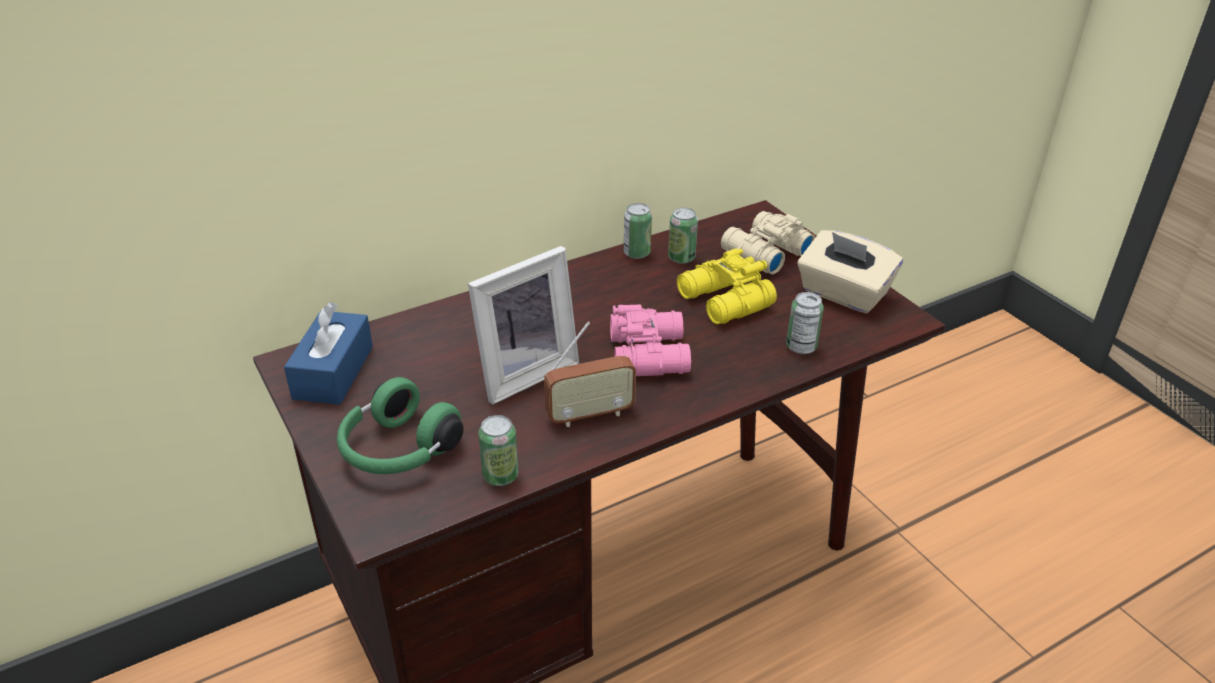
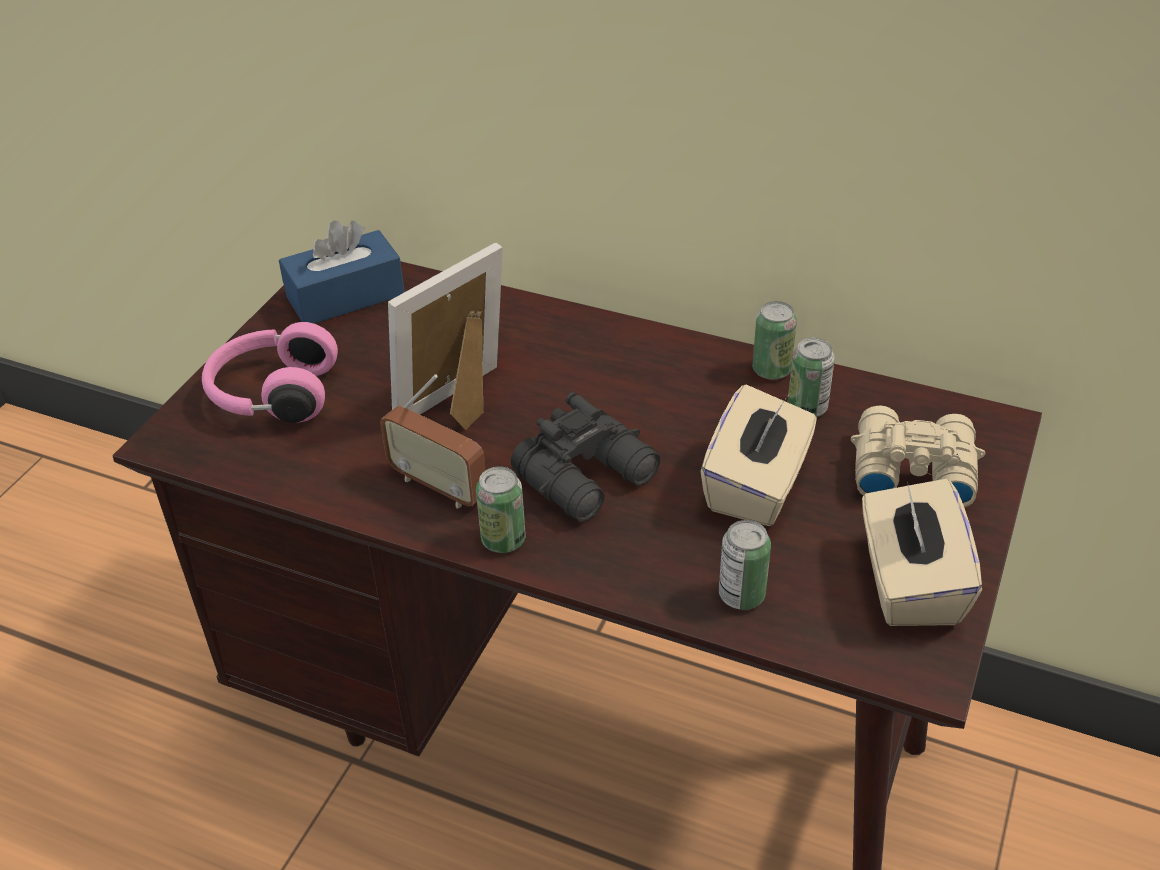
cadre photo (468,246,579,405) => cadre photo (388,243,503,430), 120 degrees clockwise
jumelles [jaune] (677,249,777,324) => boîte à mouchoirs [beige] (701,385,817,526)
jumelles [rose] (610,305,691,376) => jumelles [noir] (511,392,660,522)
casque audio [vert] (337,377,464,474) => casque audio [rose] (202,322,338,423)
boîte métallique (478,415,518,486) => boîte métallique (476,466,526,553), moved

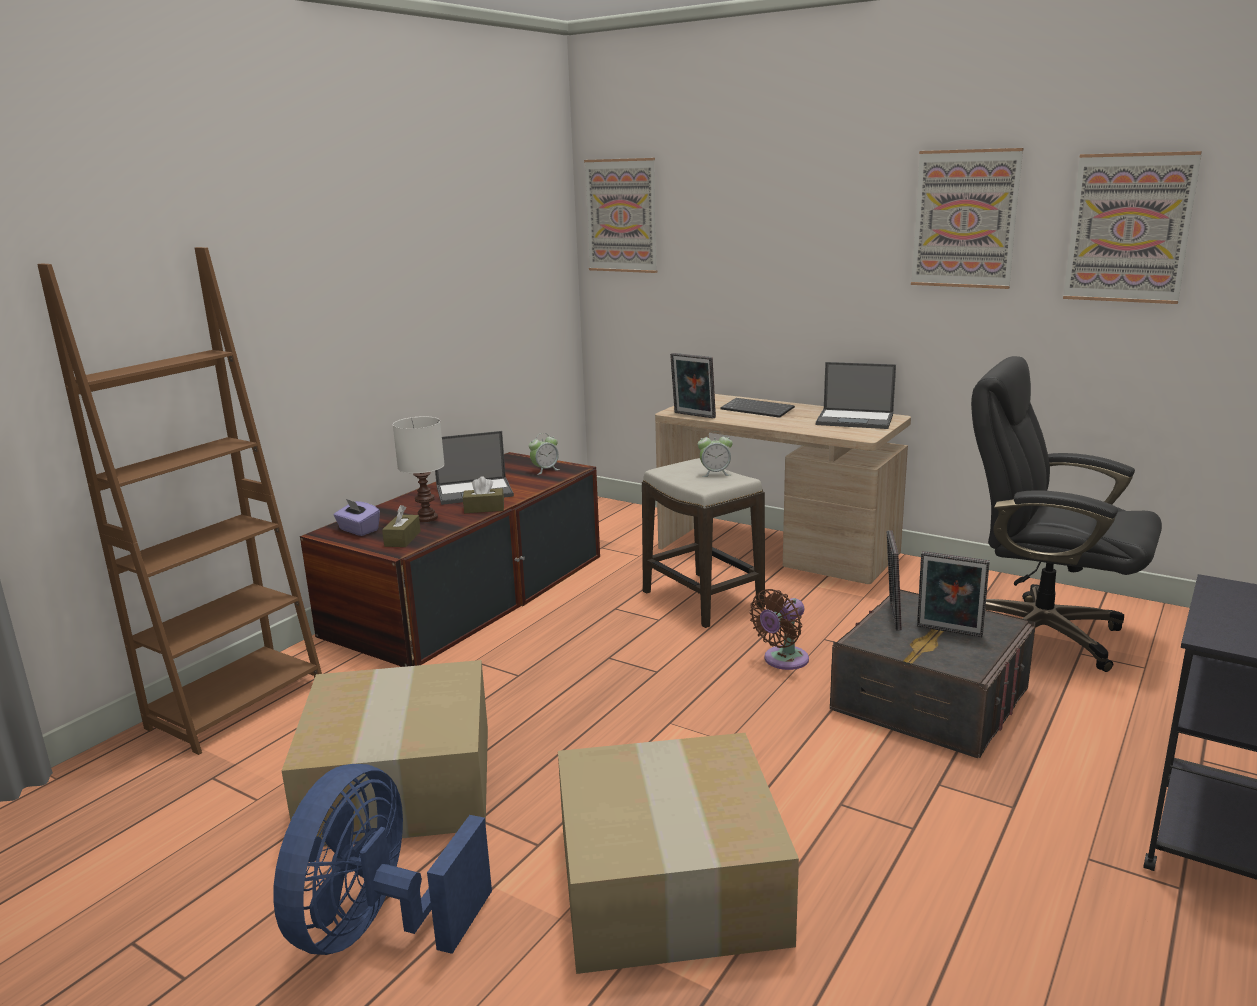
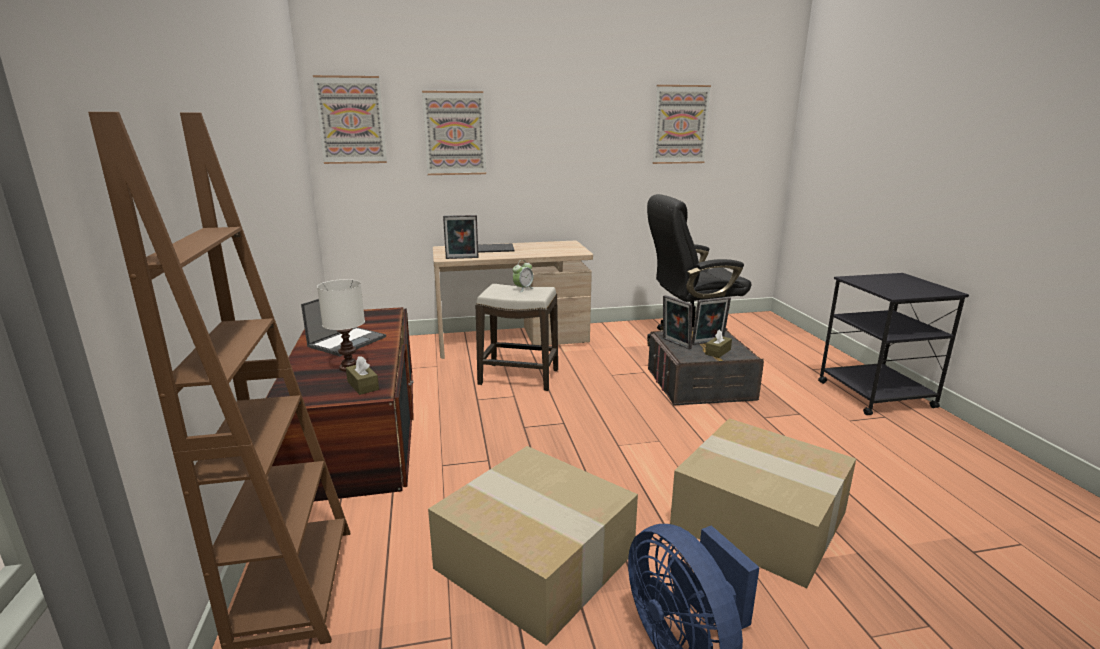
tableau (911,148,1023,289) => tableau (422,91,486,175), moved
ordinateur portable (816,362,896,429) => nothing
réveil (529,433,560,475) => nothing
boîte à mouchoirs [marron] (463,476,504,513) => boîte à mouchoirs [marron] (705,329,732,358), moved
boîte à mouchoirs [violet] (333,499,380,536) => nothing
ventilateur [marron] (749,589,809,670) => nothing

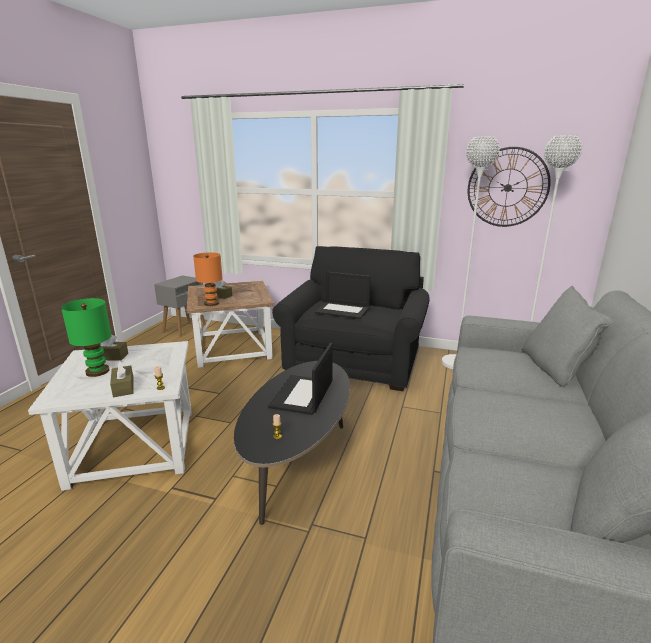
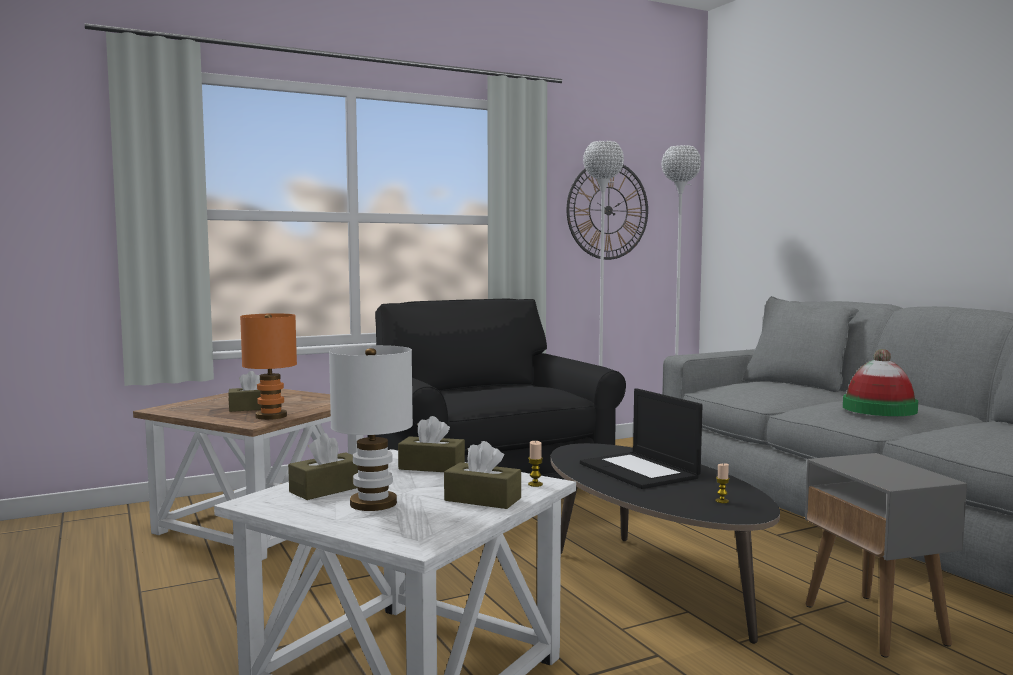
ordinateur portable (315,272,371,319) => nothing
table d'appoint [gris] (154,275,206,337) => table d'appoint [gris] (805,453,967,657), moved
lampe de table [vert] (61,298,112,377) => lampe de table [blanc] (329,345,413,511)
nothing => chapeau (843,349,918,416)
nothing => boîte à mouchoirs [marron] (398,416,465,472)

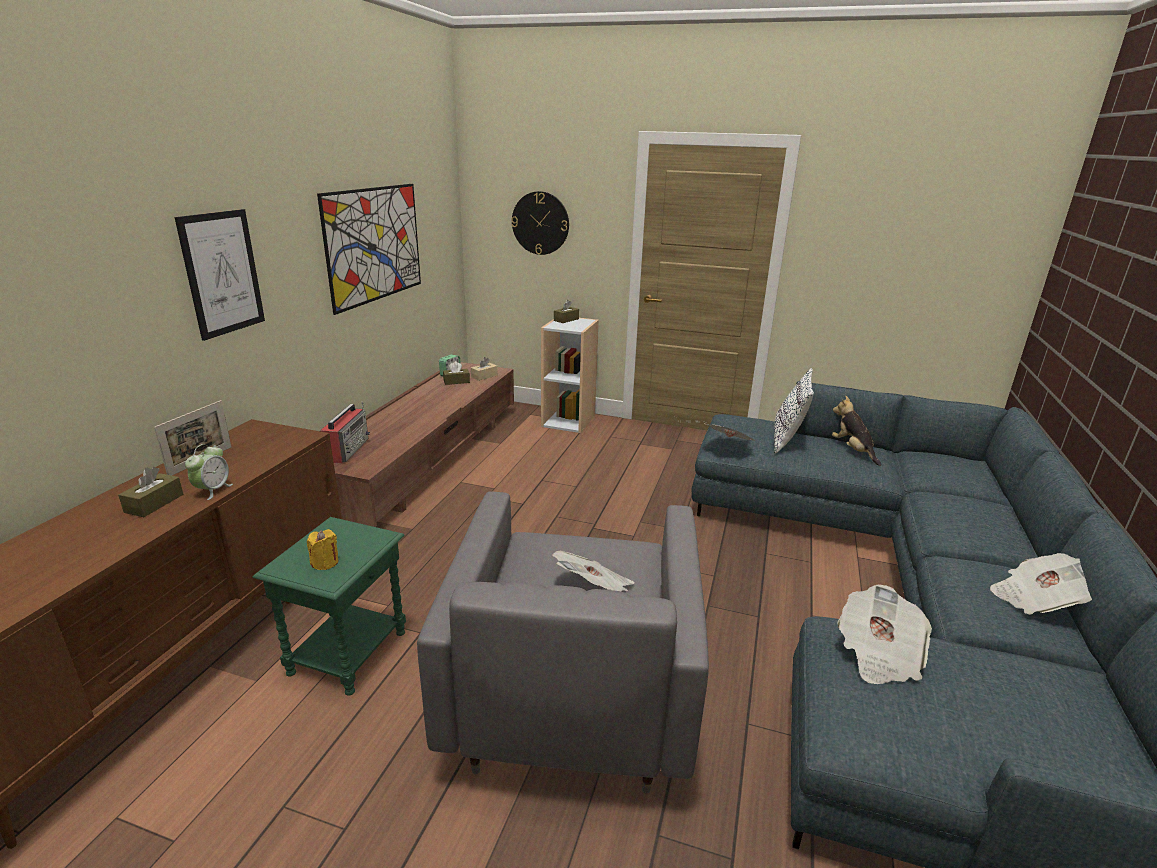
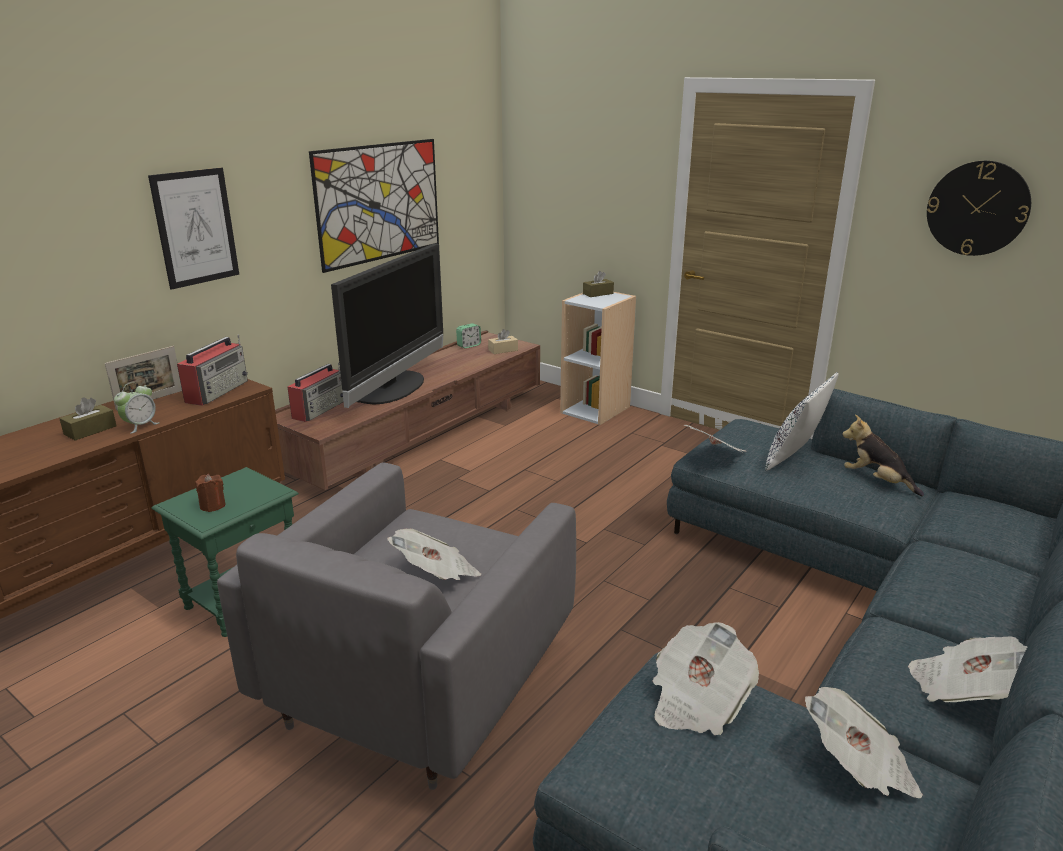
horloge murale (511,191,569,255) => horloge murale (927,161,1031,256), moved
boîte à mouchoirs [marron] (443,361,470,385) => nothing
peluche (832,396,881,466) => peluche (842,414,924,496), 45 degrees counterclockwise
bougie [jaune] (307,529,339,570) => bougie [marron] (195,474,226,512)
nothing => téléviseur (331,243,443,408)
nothing => radio (177,334,248,406)
nothing => journal (805,687,923,798)

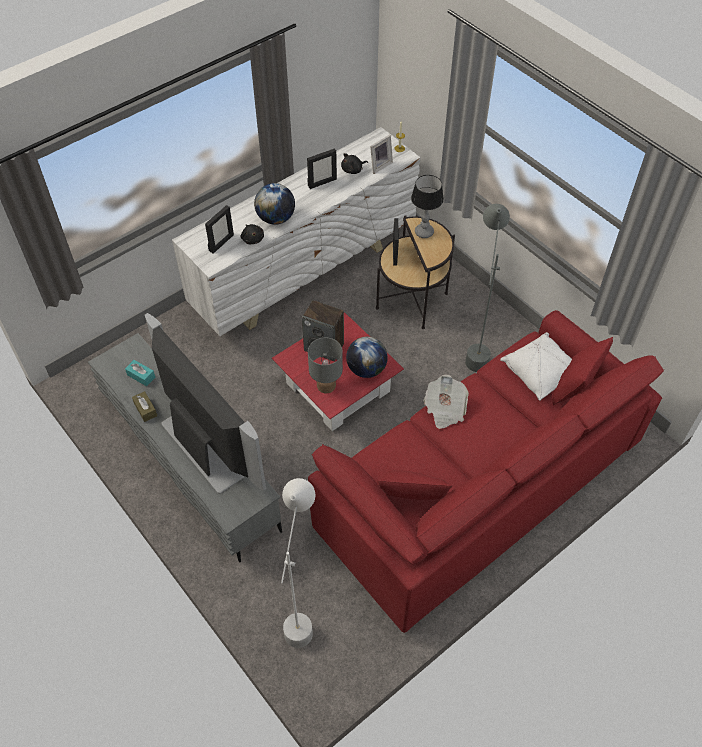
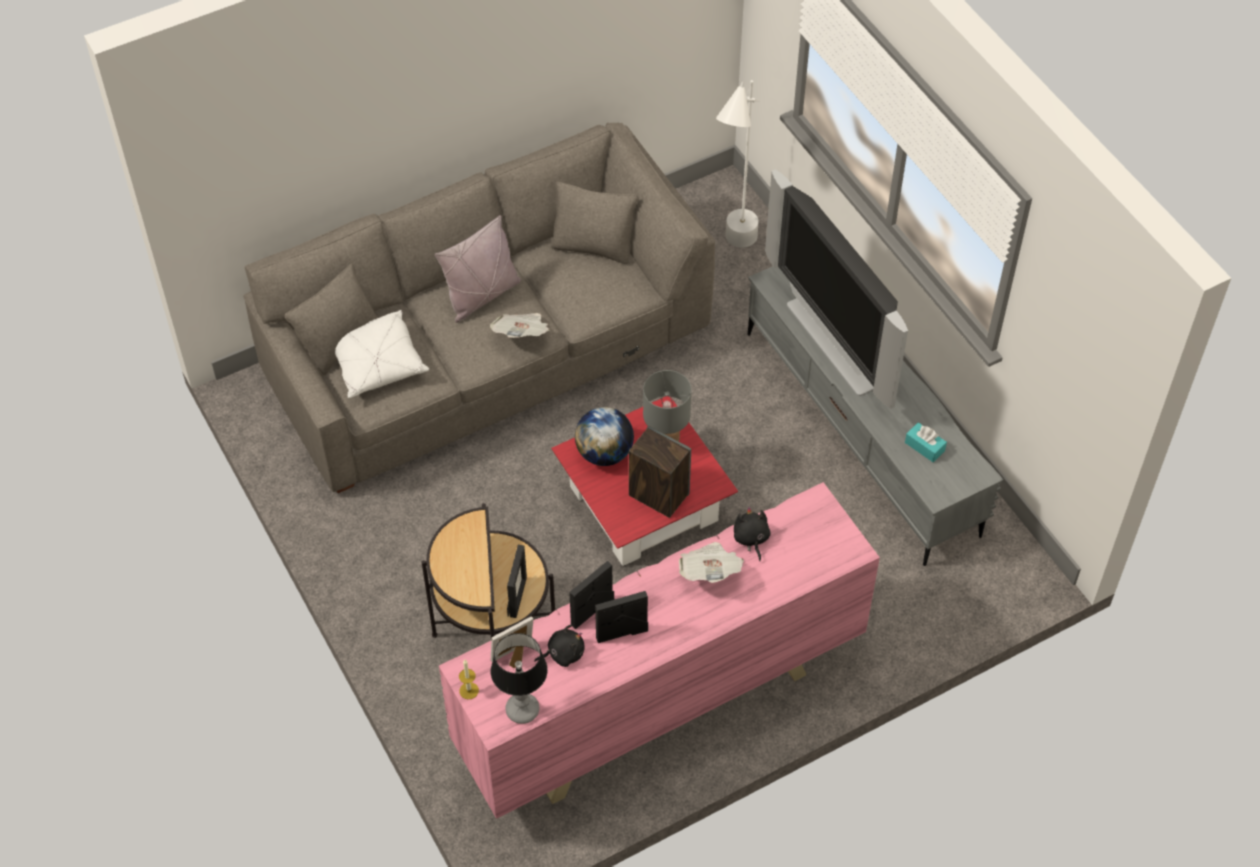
meuble de rangement [blanc] (172,127,420,336) => meuble de rangement [rose] (439,482,880,819)
lampe de table (411,175,444,238) => lampe de table (491,633,548,724), moved
globe (254,183,295,225) => journal (679,542,744,583)
lampadaire [gris] (465,204,510,372) => nothing
cadre photo (205,205,234,254) => cadre photo (569,561,614,629), moved
canapé [rouge] (308,310,664,633) => canapé [gris] (243,123,715,493)
boîte à mouchoirs [marron] (132,391,157,422) => nothing
nothing => coussin [violet] (435,215,521,323)

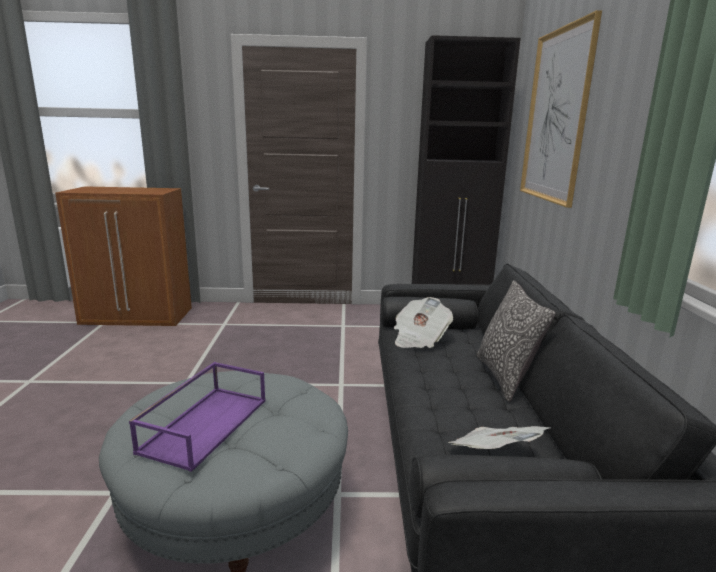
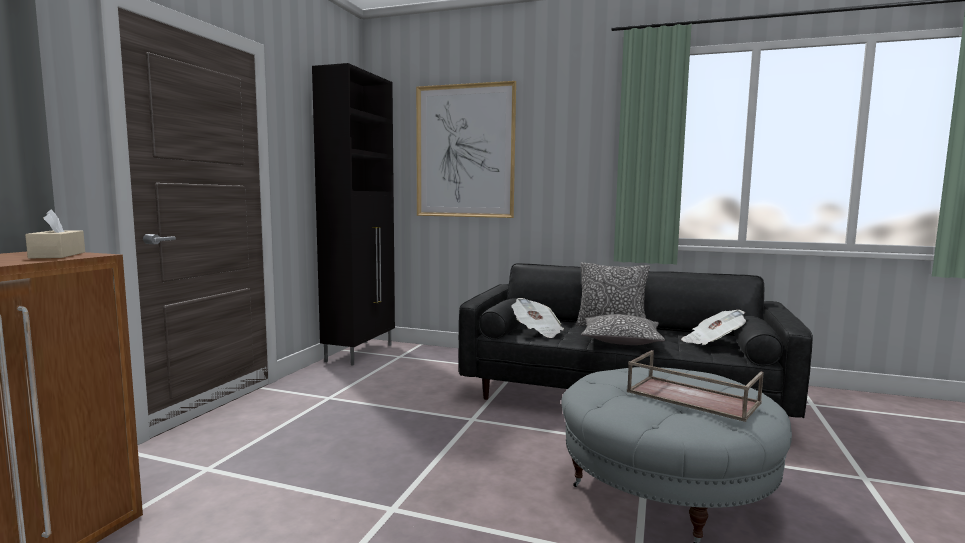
plateau [violet] (129,362,266,472) => plateau [marron] (627,350,764,422)
nothing => boîte à mouchoirs [beige] (25,210,85,258)
nothing => coussin (581,314,665,345)

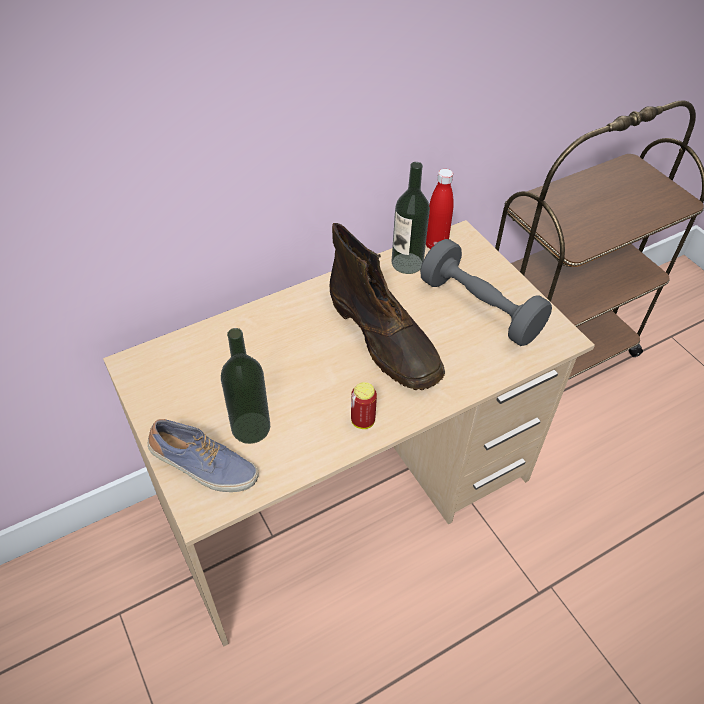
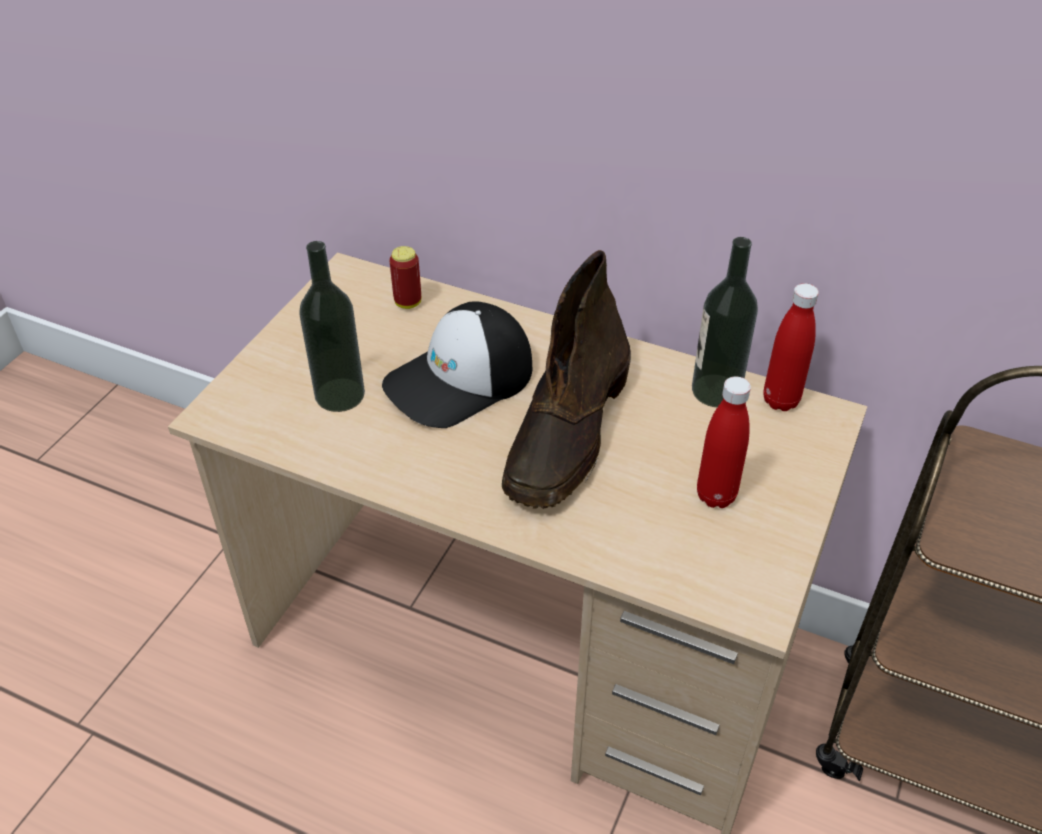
haltère [gris] (420,239,552,346) => bouteille [rouge] (697,377,751,508)
boîte métallique (351,382,377,429) => boîte métallique (389,246,421,309), moved
chaussure (148,419,259,492) => nothing
nothing => casquette (382,301,532,428)

